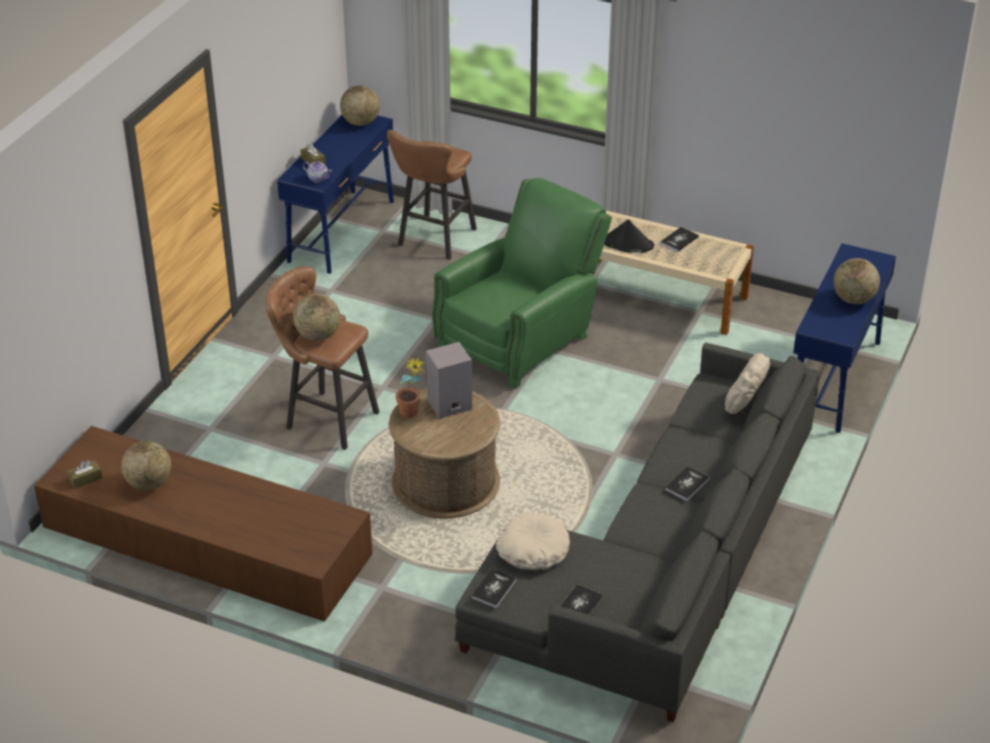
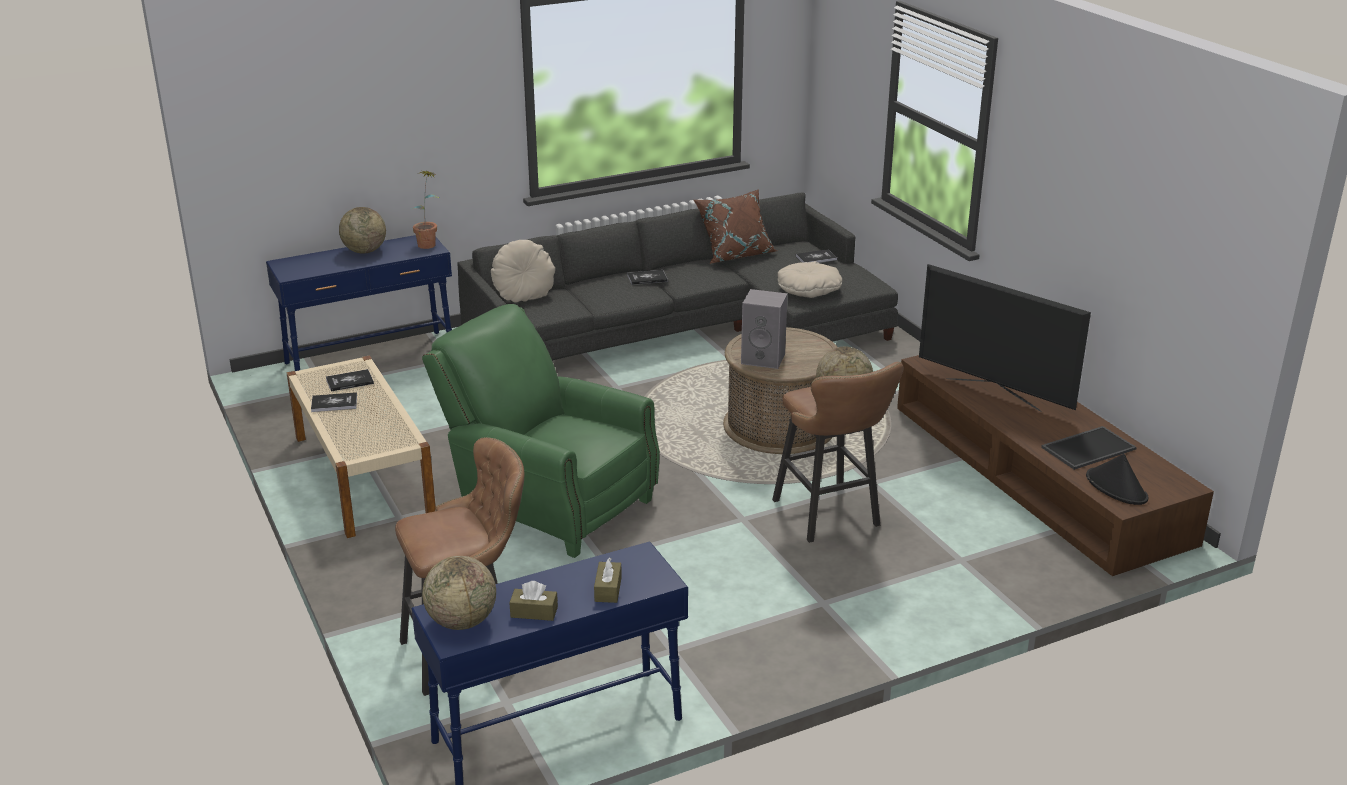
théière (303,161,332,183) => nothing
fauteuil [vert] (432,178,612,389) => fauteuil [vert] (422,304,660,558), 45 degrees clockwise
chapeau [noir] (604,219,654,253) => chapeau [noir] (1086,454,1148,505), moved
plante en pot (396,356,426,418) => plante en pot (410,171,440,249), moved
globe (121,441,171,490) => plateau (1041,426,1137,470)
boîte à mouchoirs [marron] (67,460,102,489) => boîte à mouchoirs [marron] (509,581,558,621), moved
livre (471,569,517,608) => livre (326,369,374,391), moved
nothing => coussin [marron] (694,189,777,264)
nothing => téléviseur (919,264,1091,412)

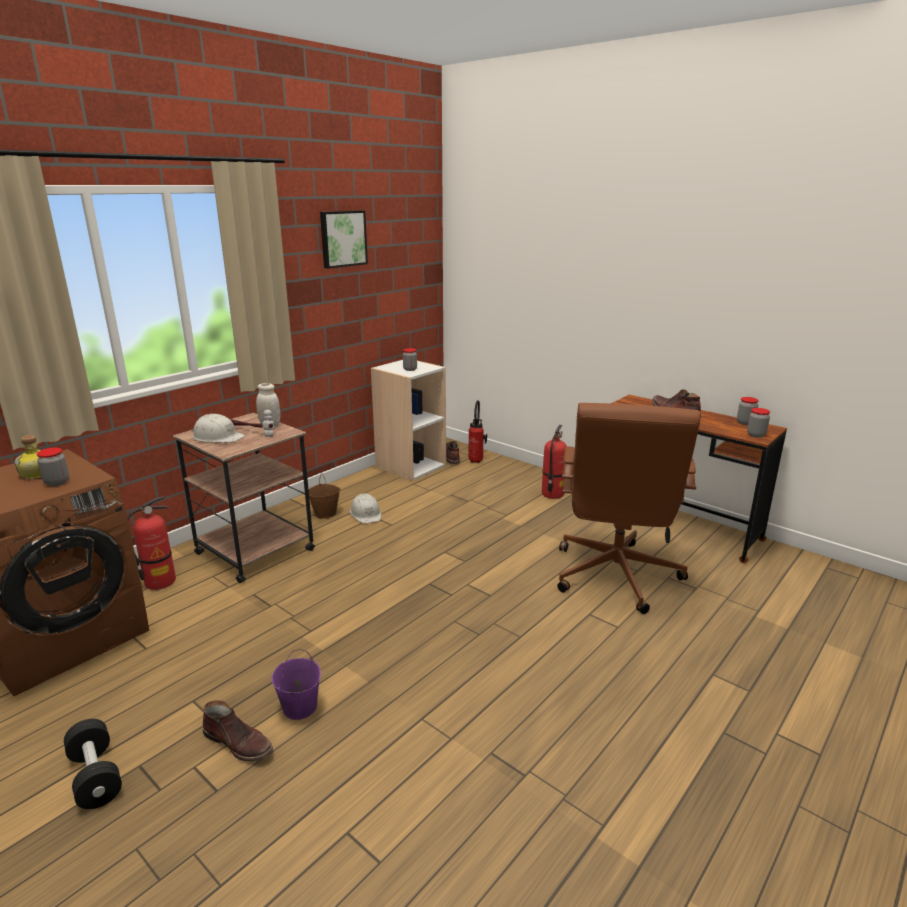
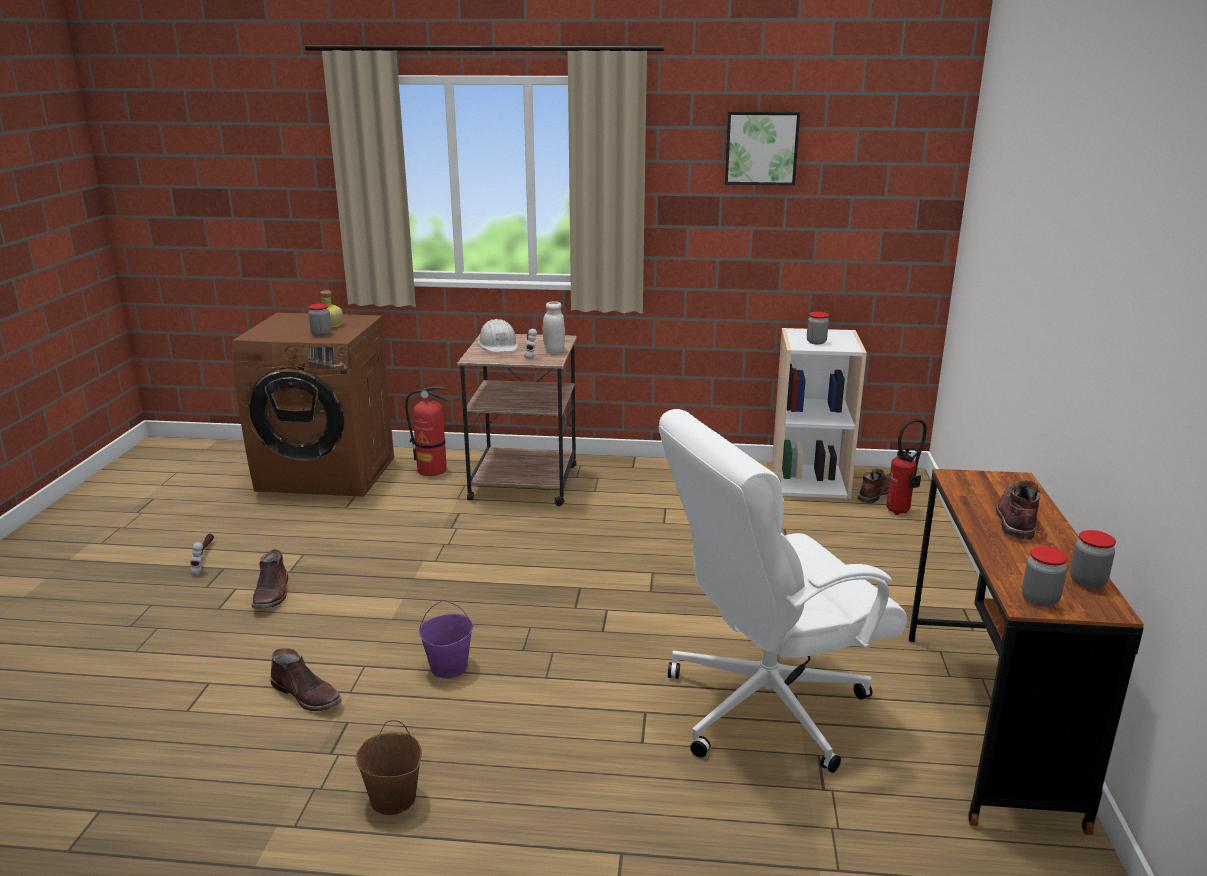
chaise de bureau [marron] (557,403,700,614) => chaise de bureau [blanc] (658,409,907,773)
extincteur (542,425,567,499) => nothing
seau [marron] (308,473,341,519) => seau [marron] (355,720,422,815), moved
casque de chantier [blanc] (350,494,381,523) => nothing
seau [violet] (272,649,321,720) => seau [violet] (419,600,473,679), moved
haltère [noir] (64,719,122,809) => marteau (190,534,214,575)
nothing => botte [marron] (270,648,342,711)

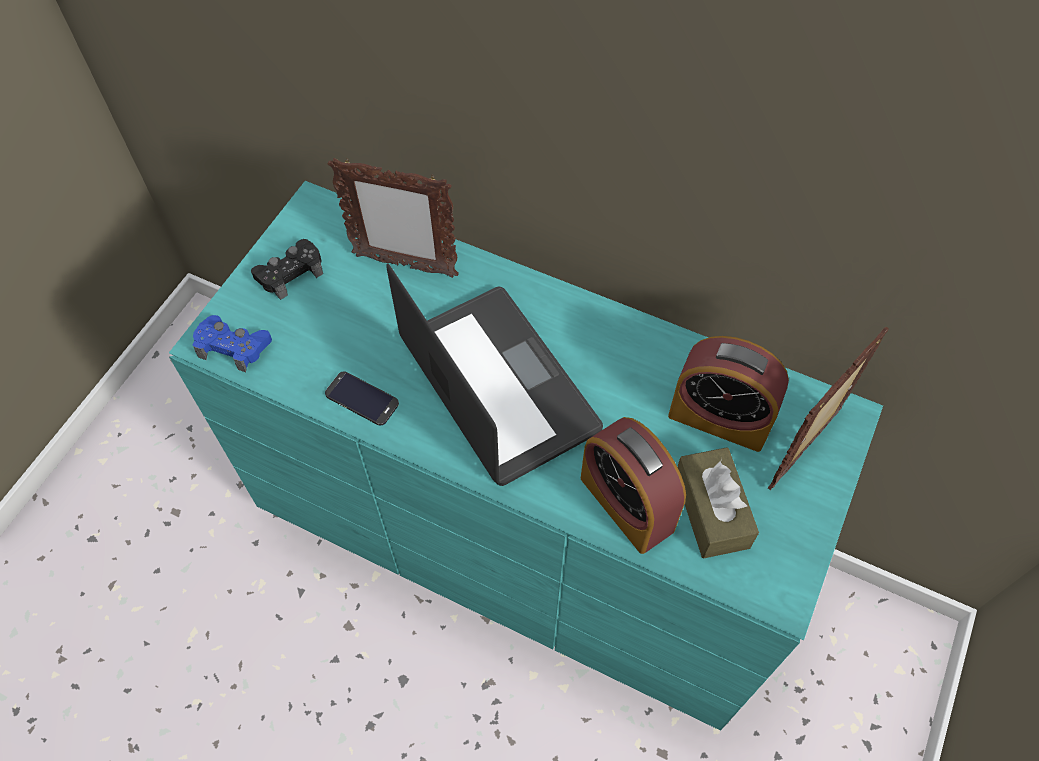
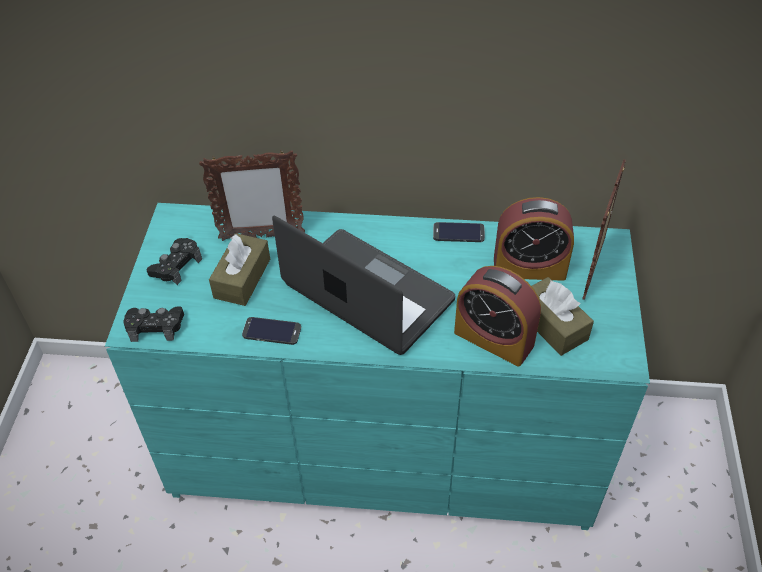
manette [bleu] (193,315,272,372) => manette [noir] (123,306,184,342)
nothing => téléphone (433,222,485,242)
nothing => boîte à mouchoirs [marron] (209,233,270,306)

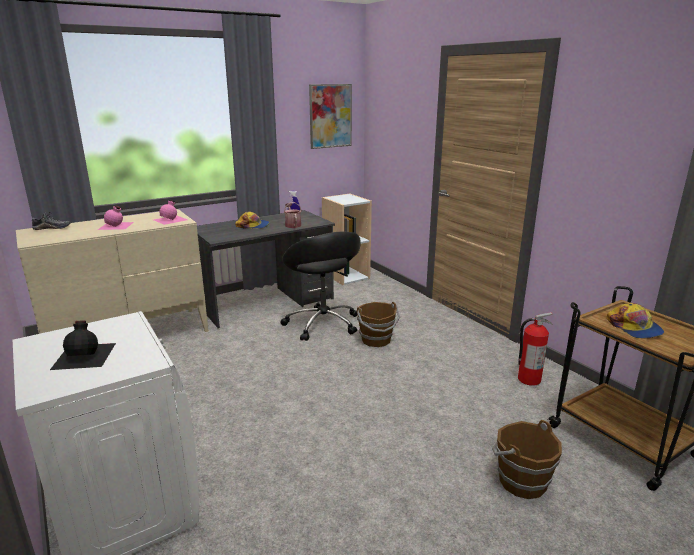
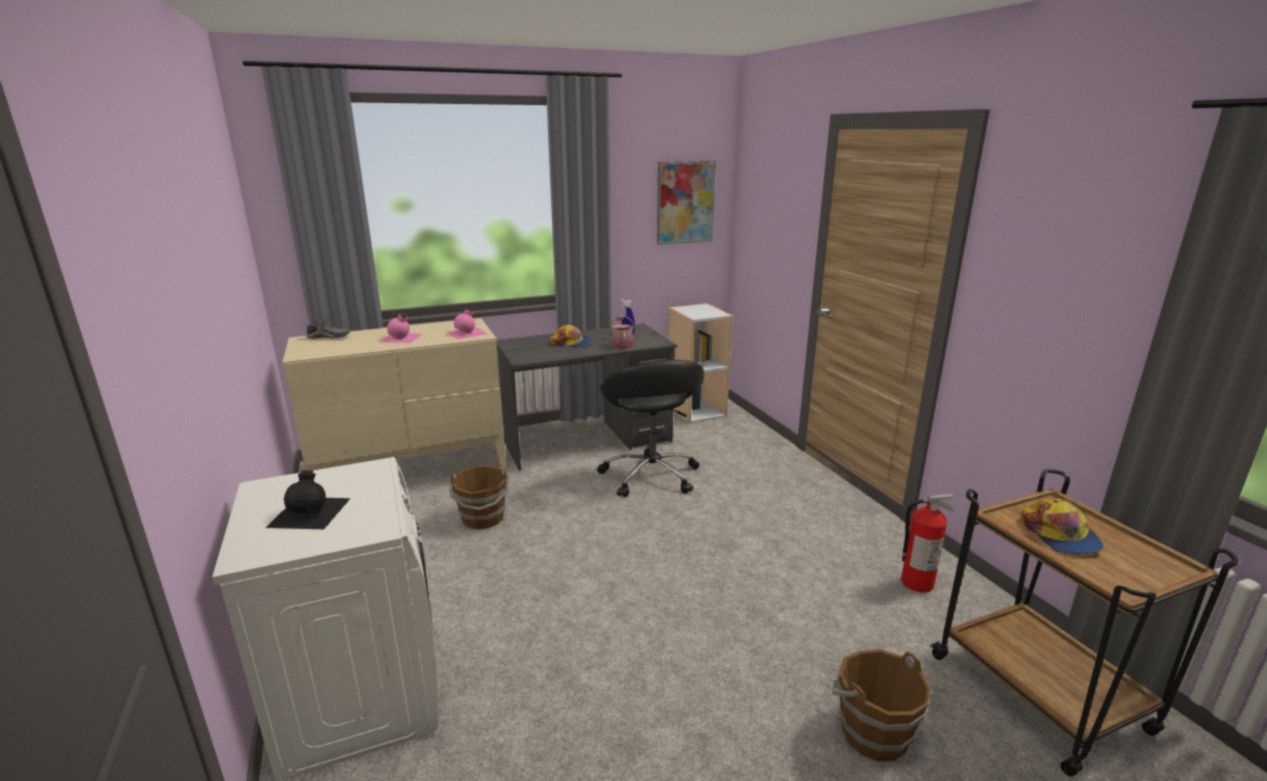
seau [marron] (357,302,400,347) => seau [marron] (449,465,510,529), moved

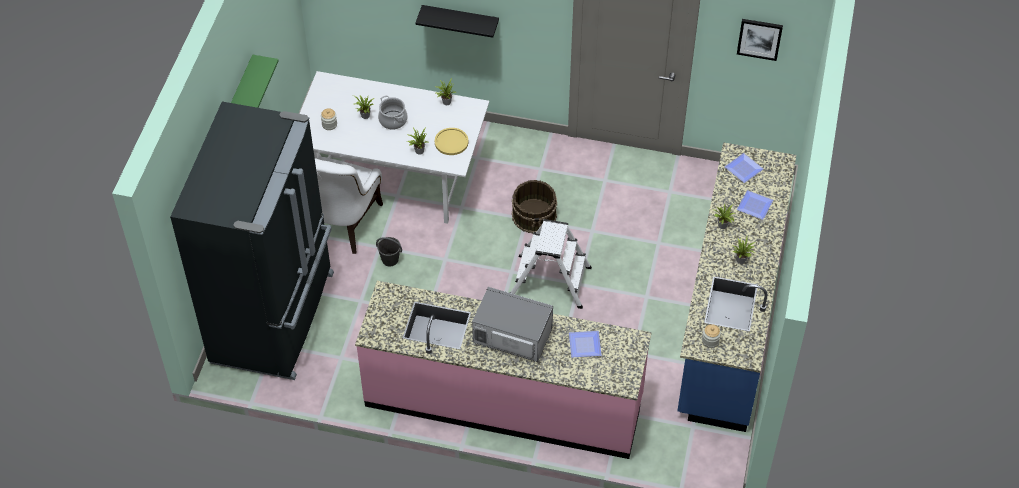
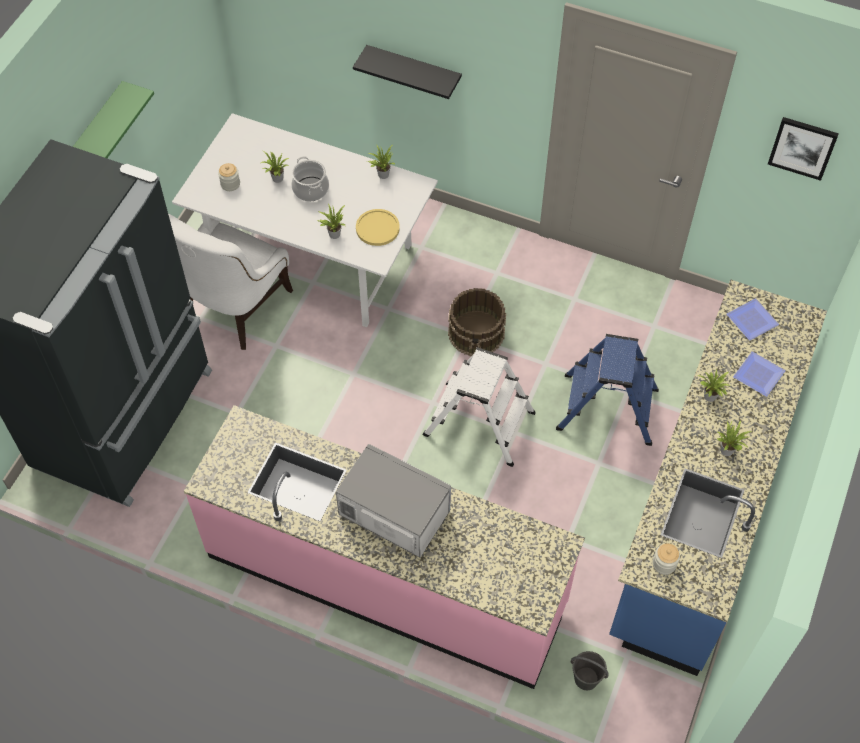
seau [gris] (376,237,402,266) => seau [gris] (571,651,609,690), moved
assiette (569,331,601,357) => nothing
nothing => escabeau [bleu] (556,334,659,446)

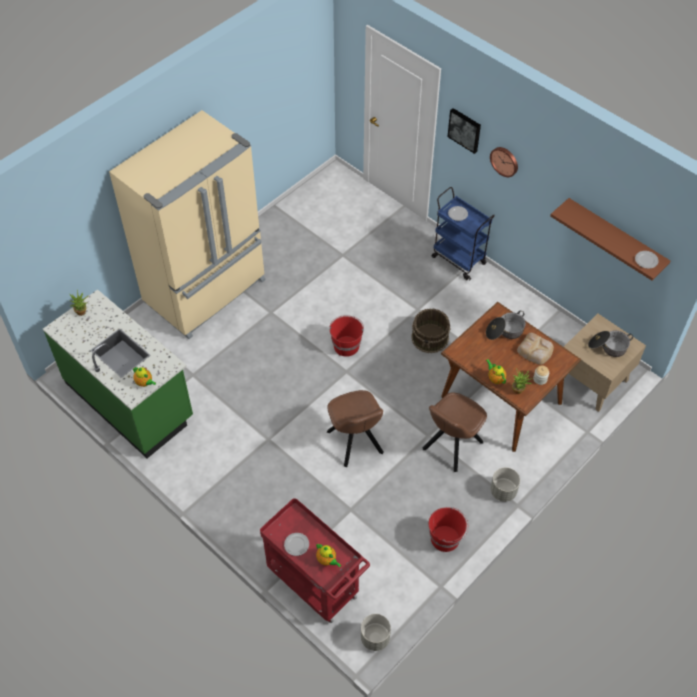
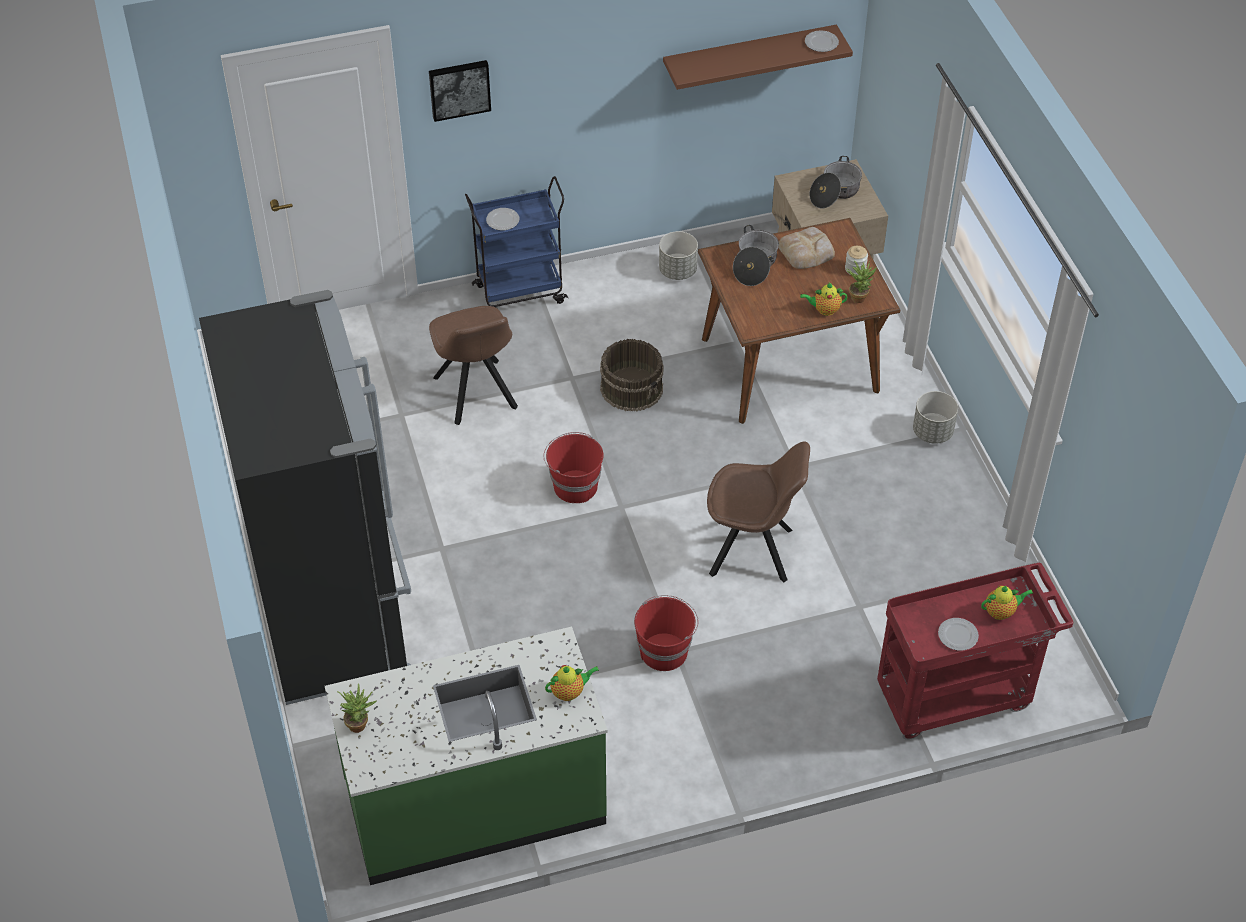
réfrigérateur [beige] (109,110,266,339) => réfrigérateur [noir] (199,290,411,705)
horloge murale (490,147,518,177) => nothing
chaise [marron] (423,392,487,472) => chaise [marron] (429,306,518,425), moved
seau [rouge] (429,507,468,552) => seau [rouge] (634,595,698,671), moved
cache-pot [gris] (361,614,391,651) => cache-pot [gris] (659,231,698,280), moved

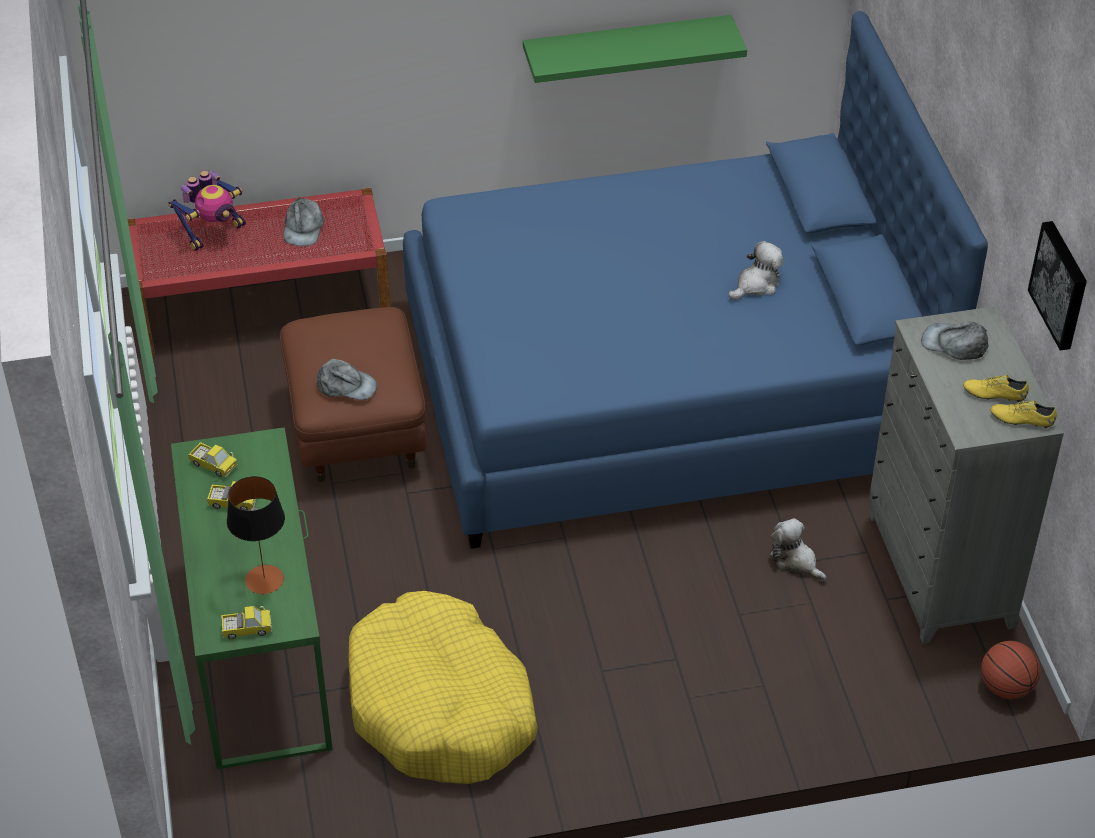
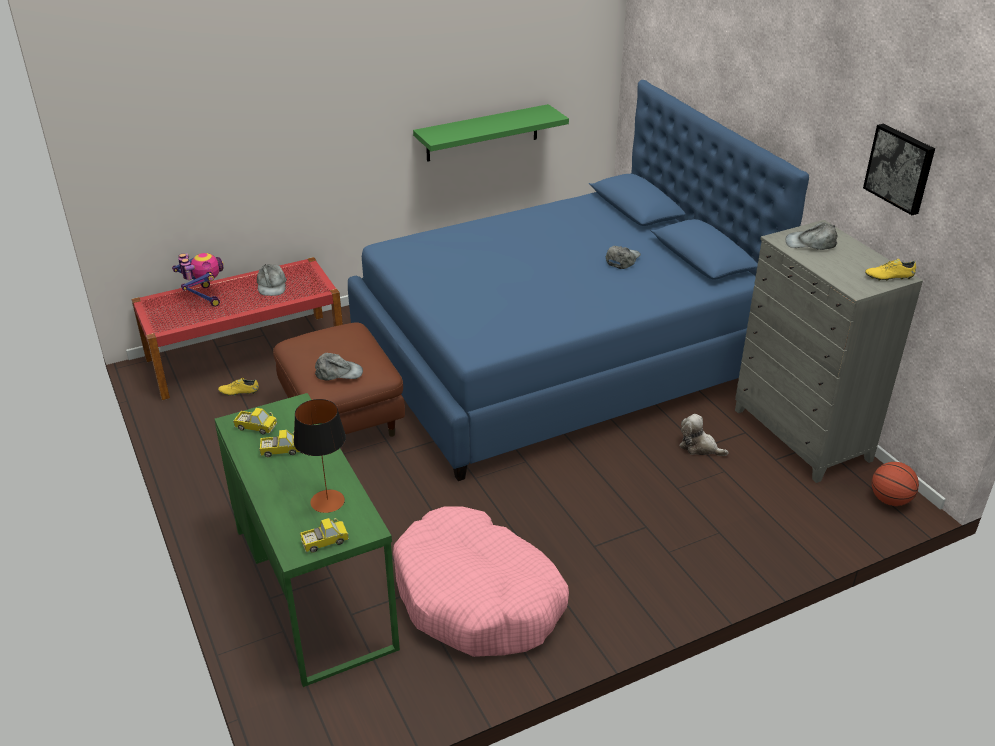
robot jouet (169,171,246,251) => robot jouet (172,253,223,307), 60 degrees counterclockwise
peluche (728,241,784,300) => casquette [gris] (606,246,641,269)
chaussure [jaune] (964,375,1029,402) => chaussure [jaune] (218,378,259,396), moved
panier pour chien [jaune] (349,591,538,784) => panier pour chien [rose] (393,507,569,657)

